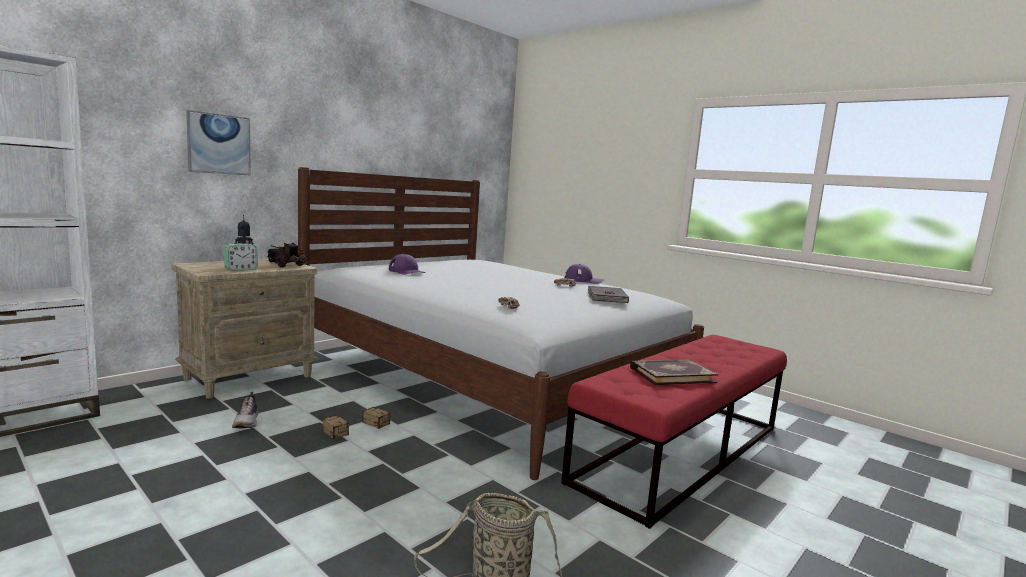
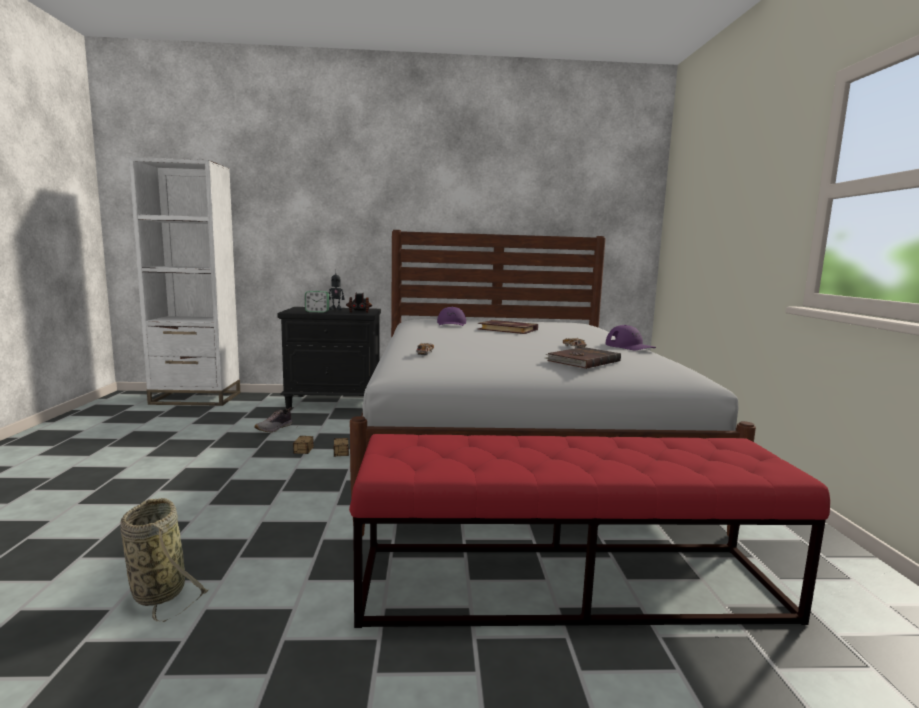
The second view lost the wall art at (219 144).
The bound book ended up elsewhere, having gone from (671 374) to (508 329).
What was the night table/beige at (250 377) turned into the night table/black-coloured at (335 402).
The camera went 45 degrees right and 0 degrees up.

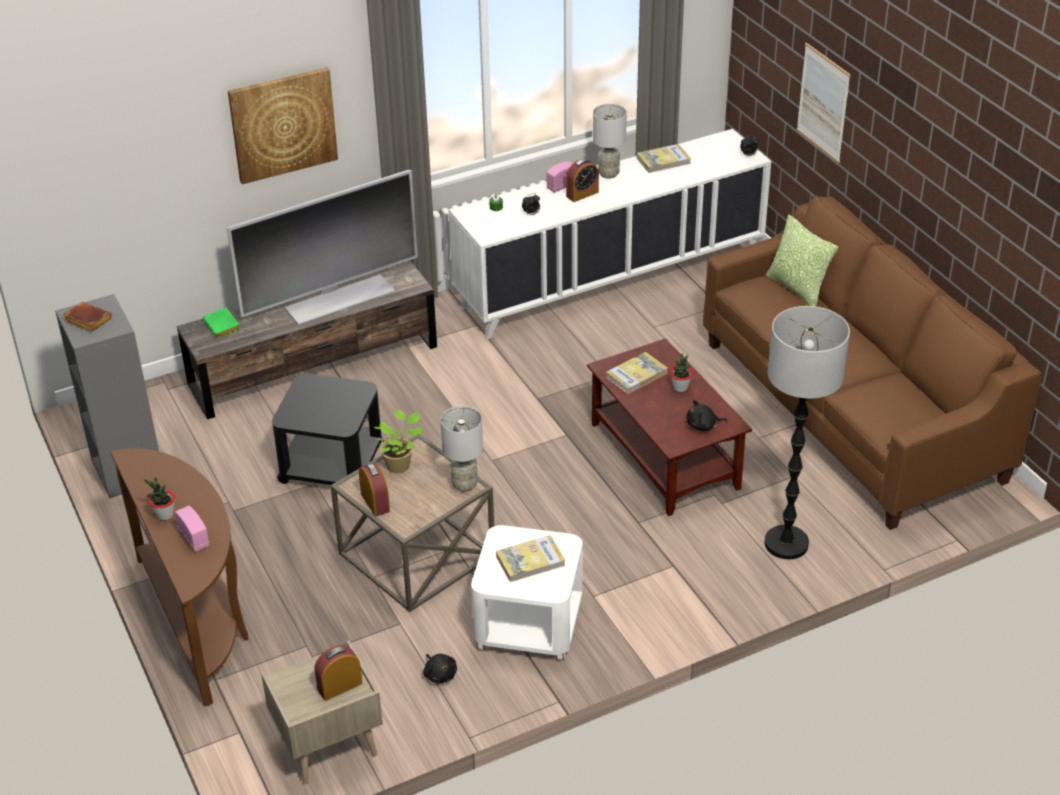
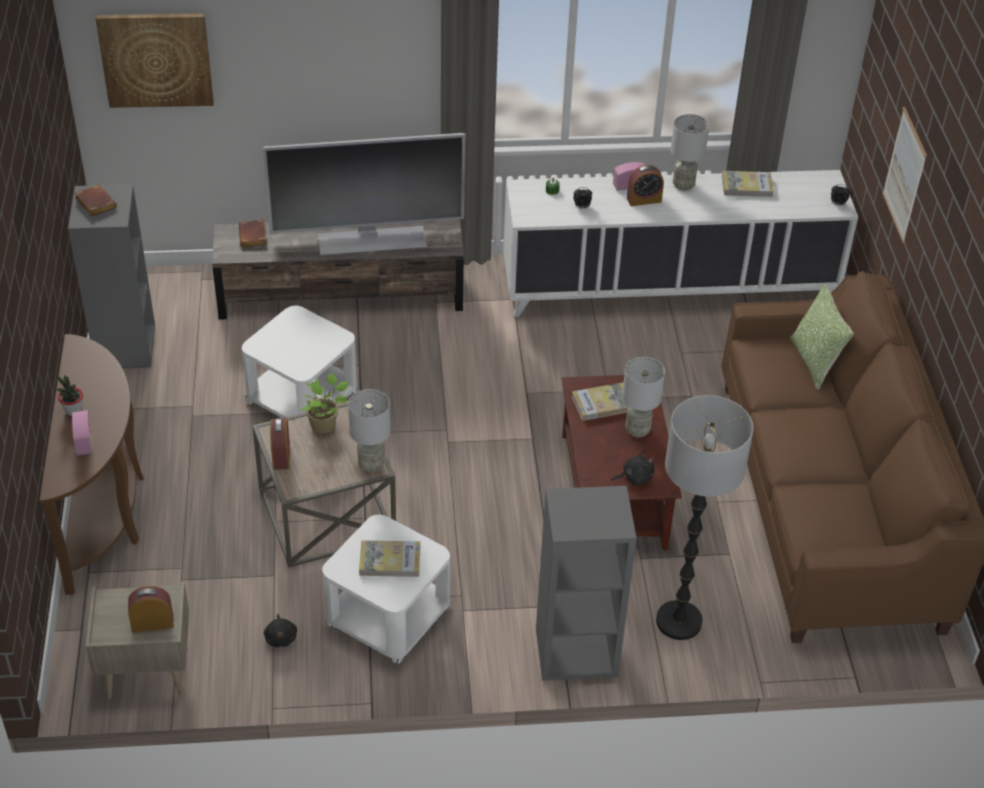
The second view gained the shelving unit/gray at (575 653).
The wall art ended up elsewhere, having gone from (283 124) to (156 59).
Where the plant in a pot stood at (680 388), the lamp for a table/gray came to stand at (637 430).
What was the bound book/green at (223 326) turned into the bound book/brown at (254 236).
What was the side table/black-coloured at (332 463) turned into the side table/white-coloured at (302 398).
The soft toy/black-coloured at (703 426) ended up facing another way, 150 degrees clockwise from before.
The camera went 20 degrees right and 5 degrees up.

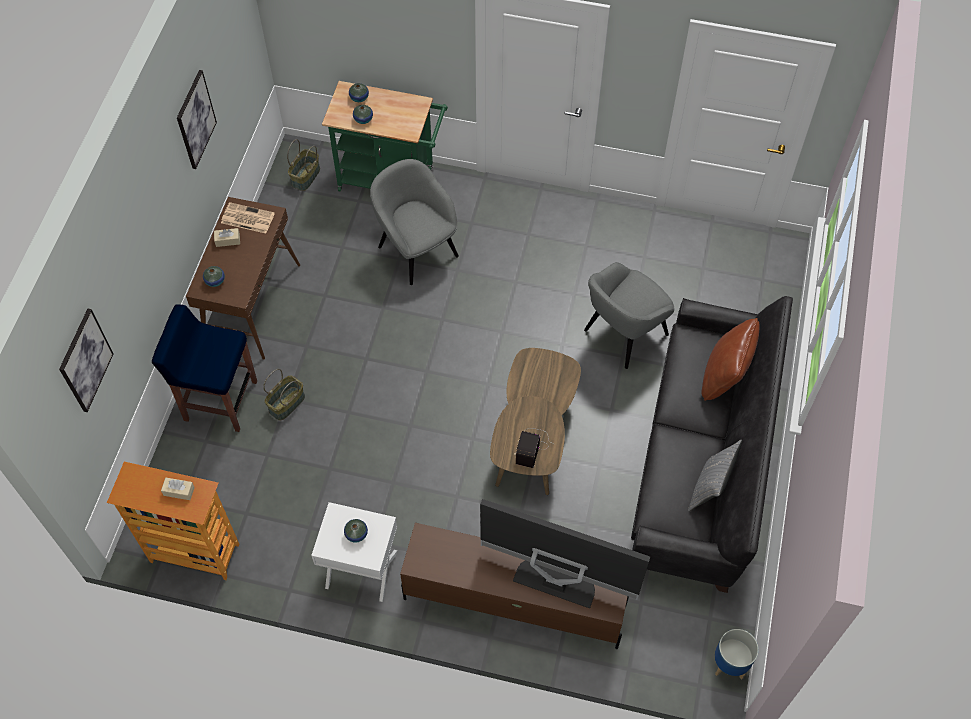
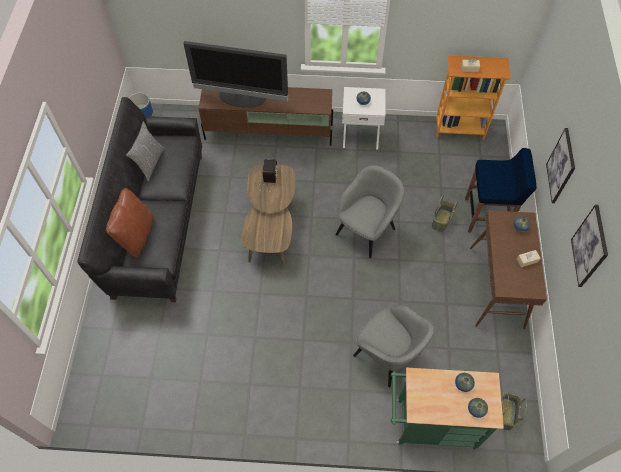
The second view lost the daily paper at (247 218).
The wall art ended up elsewhere, having gone from (85 360) to (561 166).
The easy chair/gray ended up elsewhere, having gone from (624 333) to (366 230).
The camera went 170 degrees right and 0 degrees up.

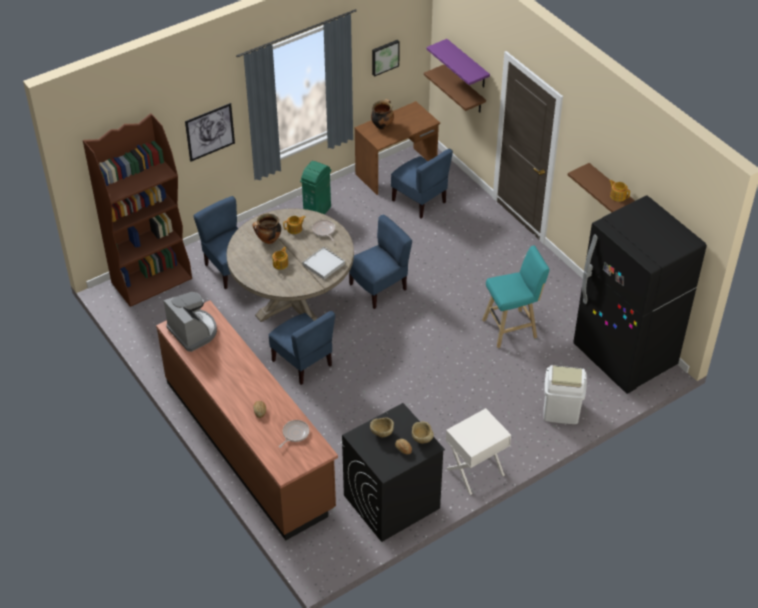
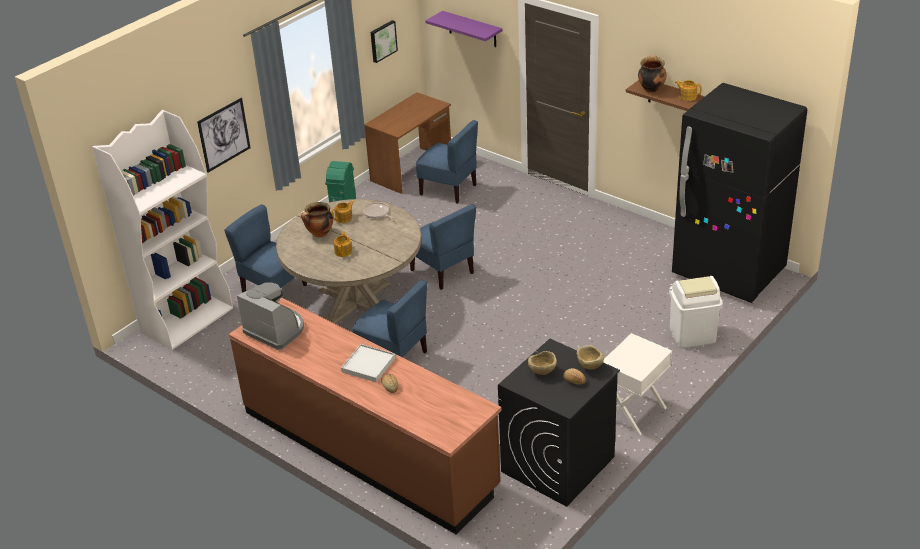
The second view lost the skillet at (294 434).
The second view lost the shelf/brown at (464 90).
The second view lost the stool seat/blue-green at (512 328).
The serving tray/white-coloured ended up elsewhere, having gone from (323 264) to (368 365).
The cooking pot ended up elsewhere, having gone from (382 125) to (651 89).
What was the shelving unit/brown at (152 280) turned into the shelving unit/white-coloured at (187 320).
The chair/bluish at (378 288) ended up facing another way, 105 degrees clockwise from before.
The camera went 15 degrees left and 10 degrees down.

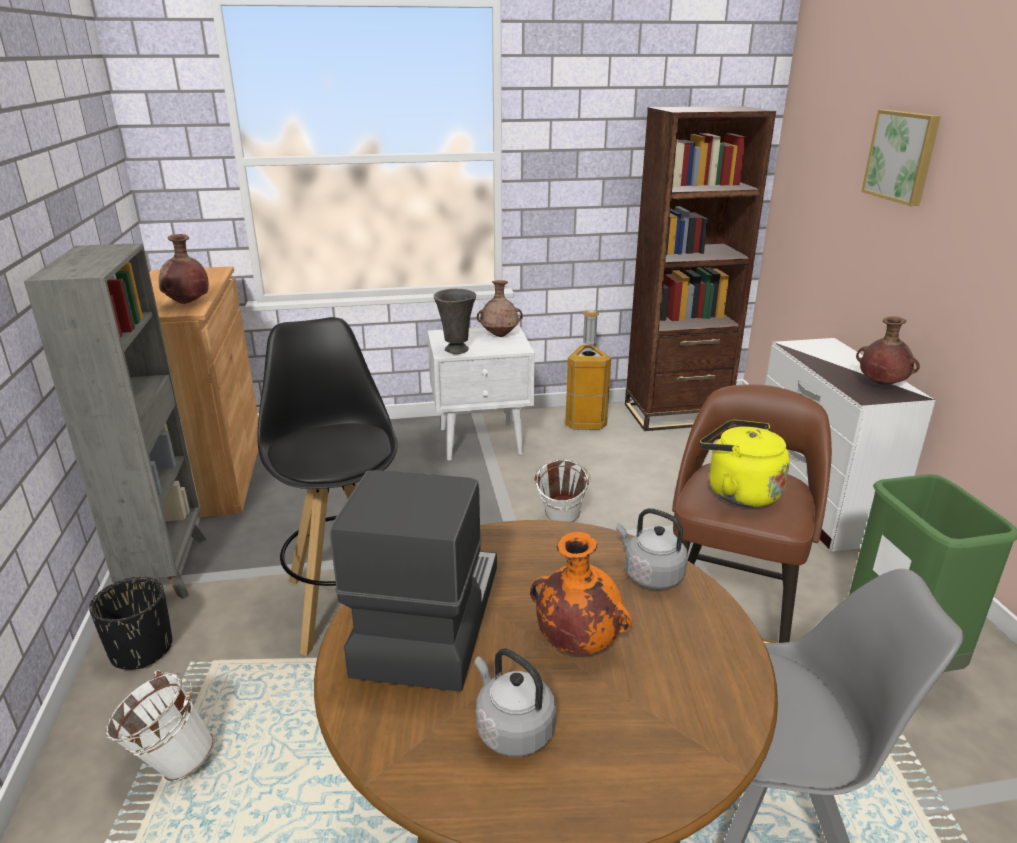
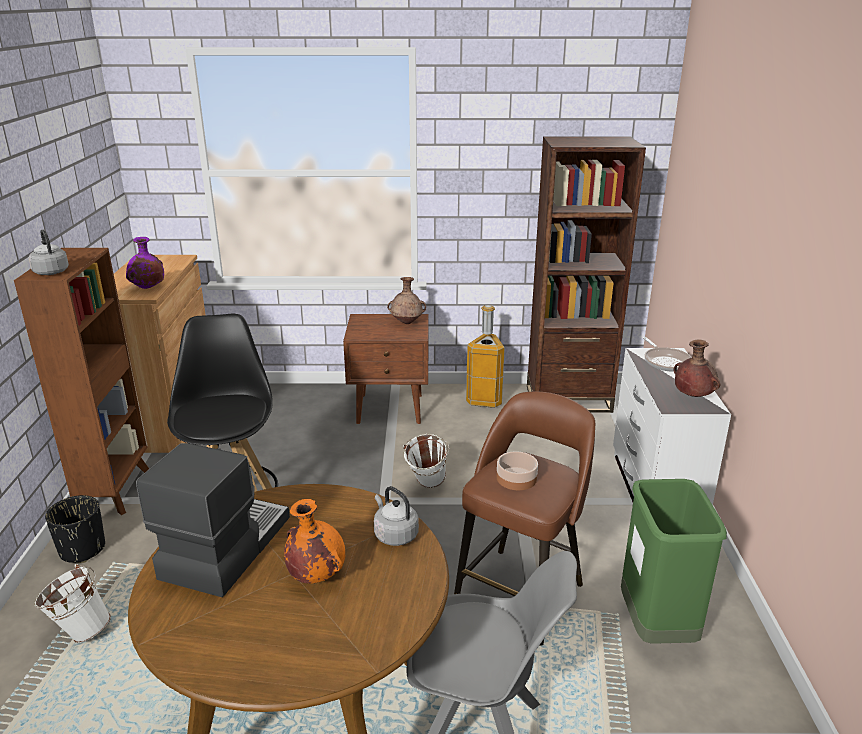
The second view lost the flower vase/gray at (456 350).
The second view lost the wall art at (902 156).
The second view gained the skillet at (665 362).
The kettle/gray ended up elsewhere, having gone from (512 729) to (51 271).
Where the kettle/yellow stood at (738 492), the deep dish came to stand at (516 478).
What was the shelving unit/gray at (167 567) turned into the shelving unit/brown at (116 490).
What was the flower vase/brown at (187 303) turned into the flower vase/purple-coloured at (147 288).
What was the night table/white-coloured at (482 441) turned into the night table/brown at (391 409).
The camera went 10 degrees right and 0 degrees up.

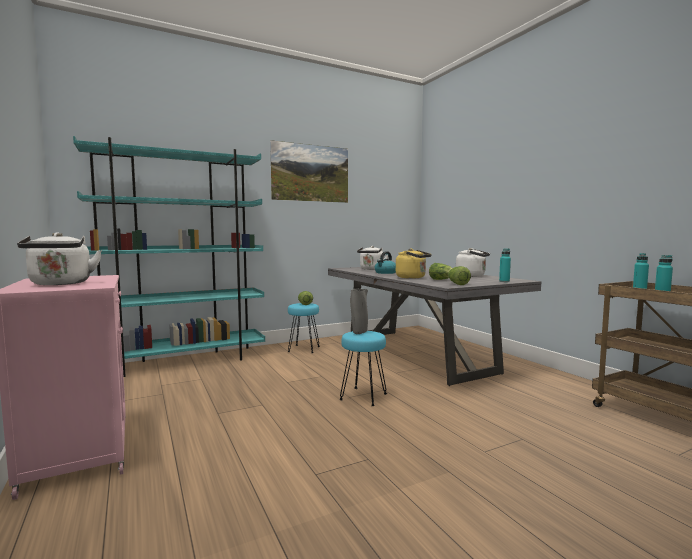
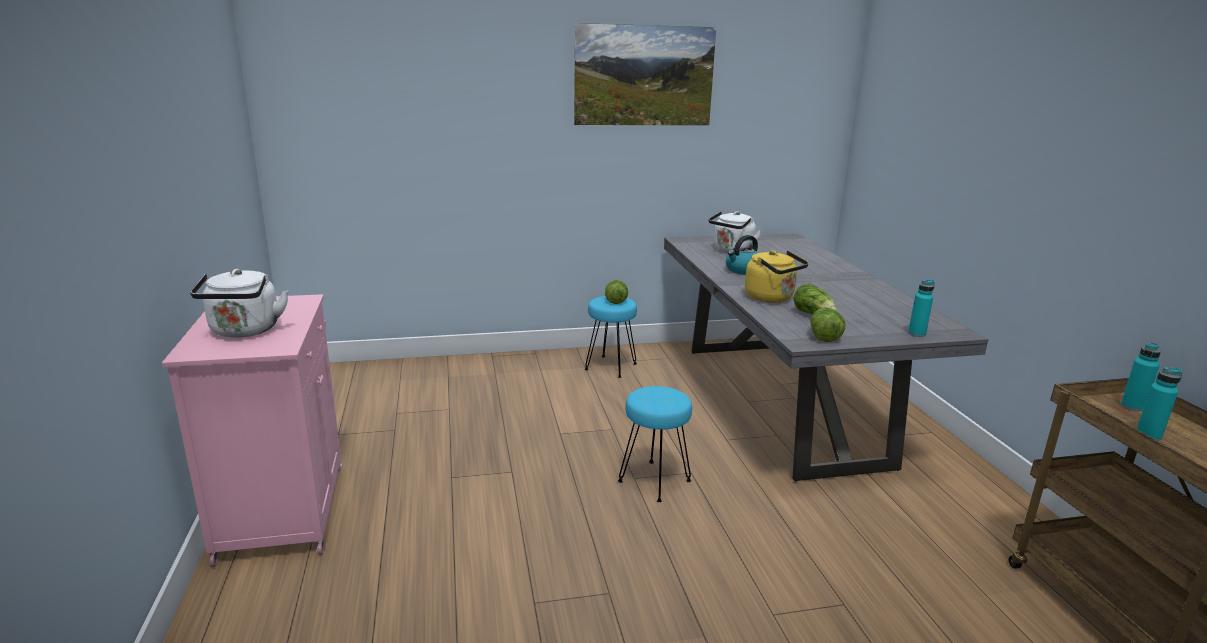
The second view lost the shelving unit/blue-green at (184 361).
The second view lost the flower vase/gray at (359 333).
The second view lost the kettle/white-coloured at (472 276).
The camera went 15 degrees right and 15 degrees up.

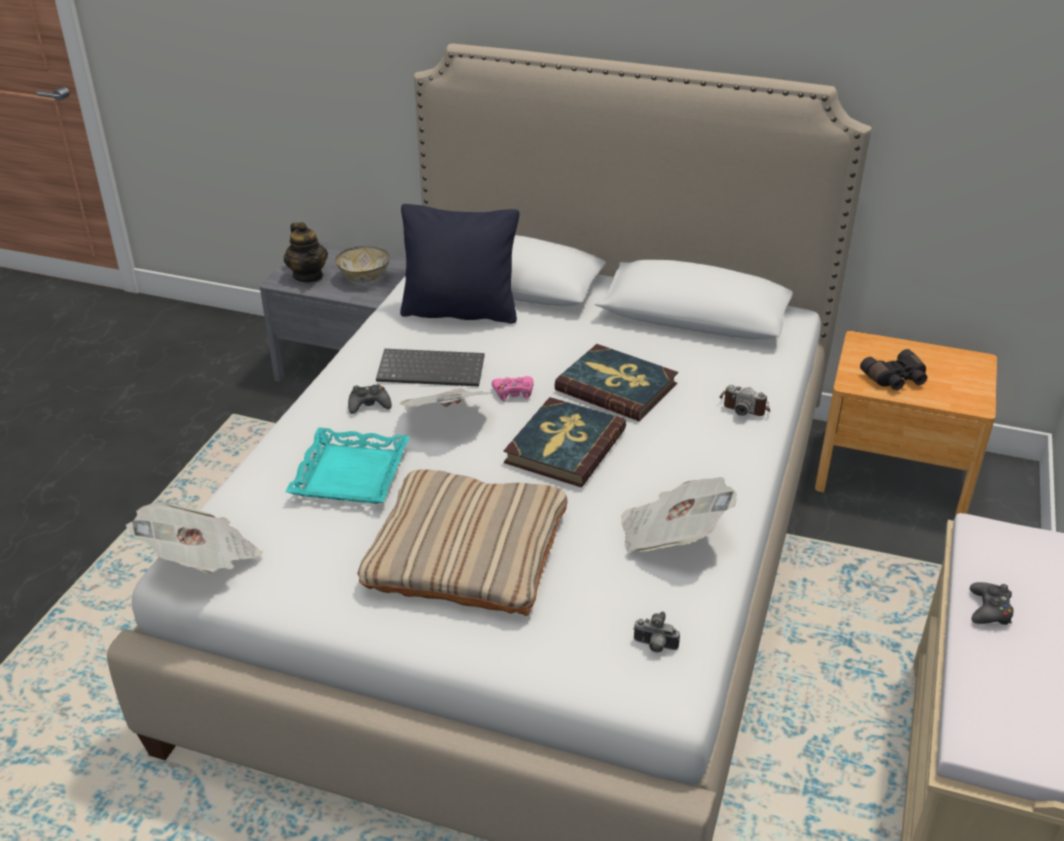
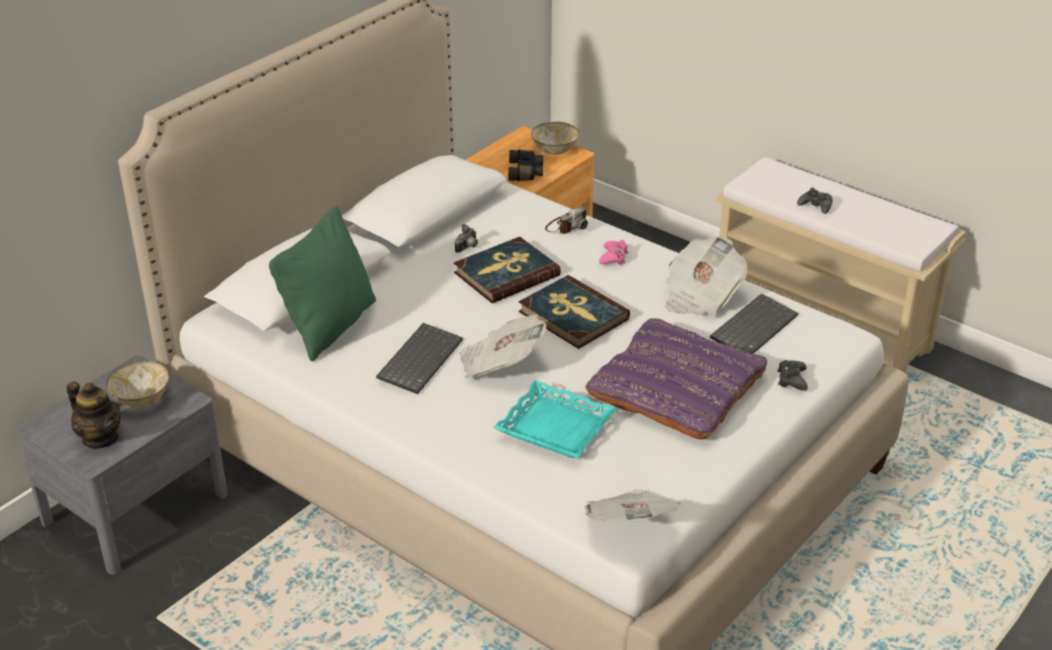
The second view gained the deep dish at (554 150).
The second view gained the computer keyboard at (753 327).
The game controller/black-coloured ended up elsewhere, having gone from (369 405) to (792 379).
The game controller/pink-coloured ended up elsewhere, having gone from (513 392) to (613 257).
The photo camera ended up elsewhere, having gone from (654 646) to (467 248).
What was the cushion/beige at (467 551) turned into the cushion/purple-coloured at (676 388).
What was the cushion/black-coloured at (460 312) turned into the cushion/green at (330 326).
The tea pot at (308 276) ended up facing another way, 45 degrees clockwise from before.
The camera went 70 degrees left and 0 degrees up.

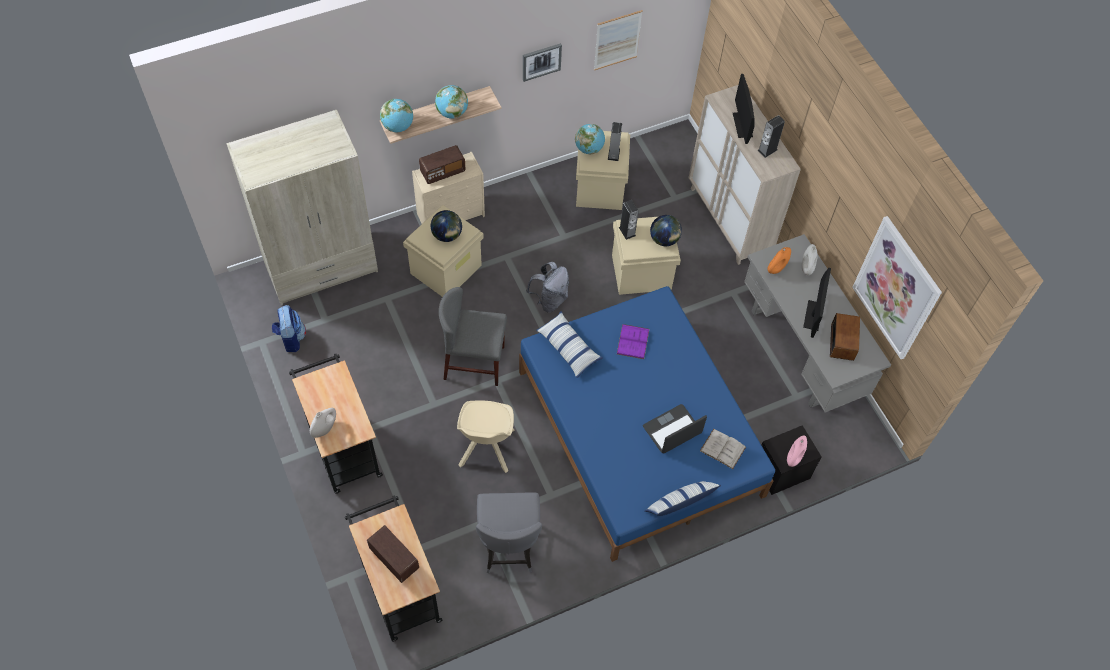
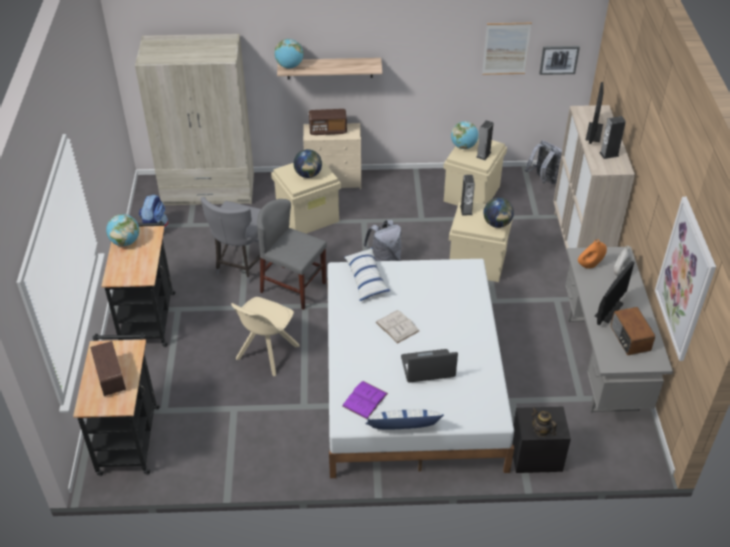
The second view lost the flower vase/white-coloured at (324 428).
The second view gained the rucksack/gray at (543 180).
The desk globe ended up elsewhere, having gone from (452 113) to (125 242).
The chair/gray ended up elsewhere, having gone from (508 548) to (241 264).
The wall art ended up elsewhere, having gone from (541 61) to (559 59).
The bound book/purple-coloured ended up elsewhere, having gone from (633 341) to (365 399).
The bound book/white-coloured ended up elsewhere, having gone from (722 449) to (397 326).
Where the flower vase/pink-coloured stood at (794 457), the tea pot came to stand at (541 430).
What was the sleeping bed/bluish at (639 433) turned into the sleeping bed/white-coloured at (411 382).
The radio set at (842 342) ended up facing another way, 135 degrees clockwise from before.
The camera went 25 degrees right and 15 degrees down.

